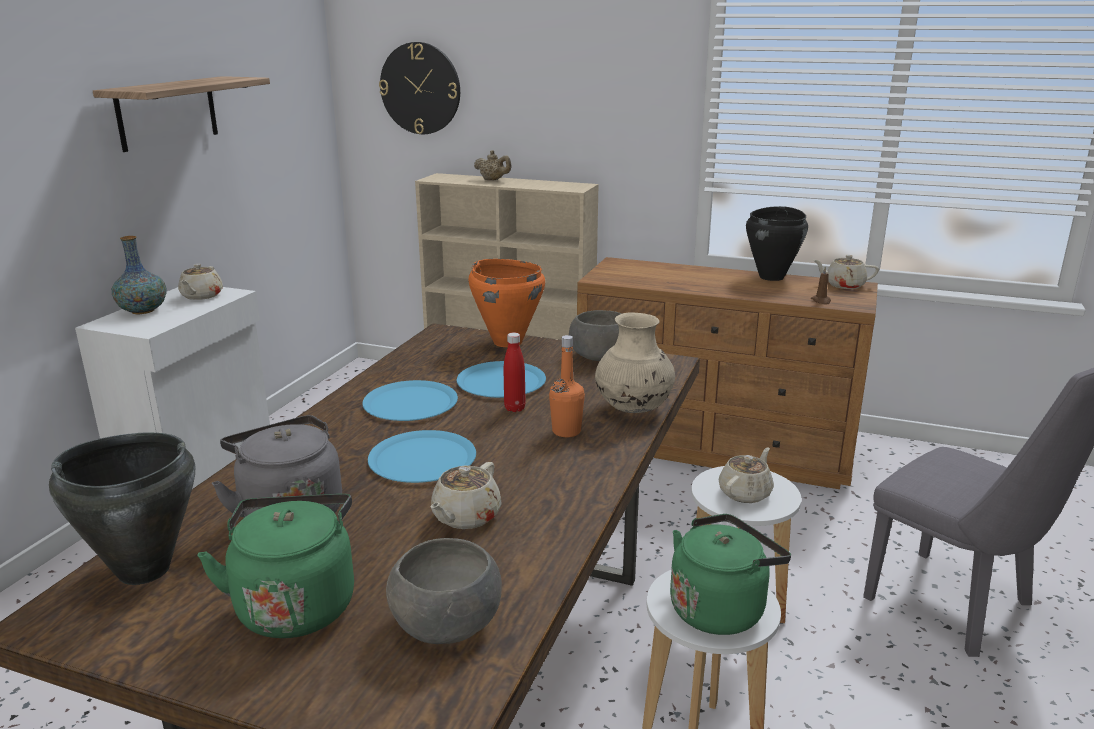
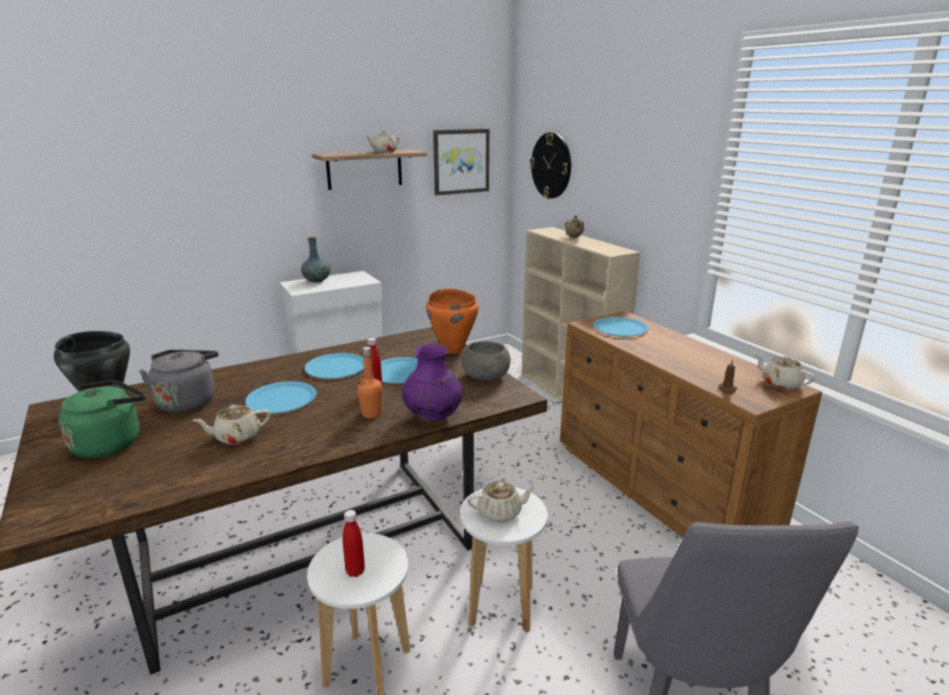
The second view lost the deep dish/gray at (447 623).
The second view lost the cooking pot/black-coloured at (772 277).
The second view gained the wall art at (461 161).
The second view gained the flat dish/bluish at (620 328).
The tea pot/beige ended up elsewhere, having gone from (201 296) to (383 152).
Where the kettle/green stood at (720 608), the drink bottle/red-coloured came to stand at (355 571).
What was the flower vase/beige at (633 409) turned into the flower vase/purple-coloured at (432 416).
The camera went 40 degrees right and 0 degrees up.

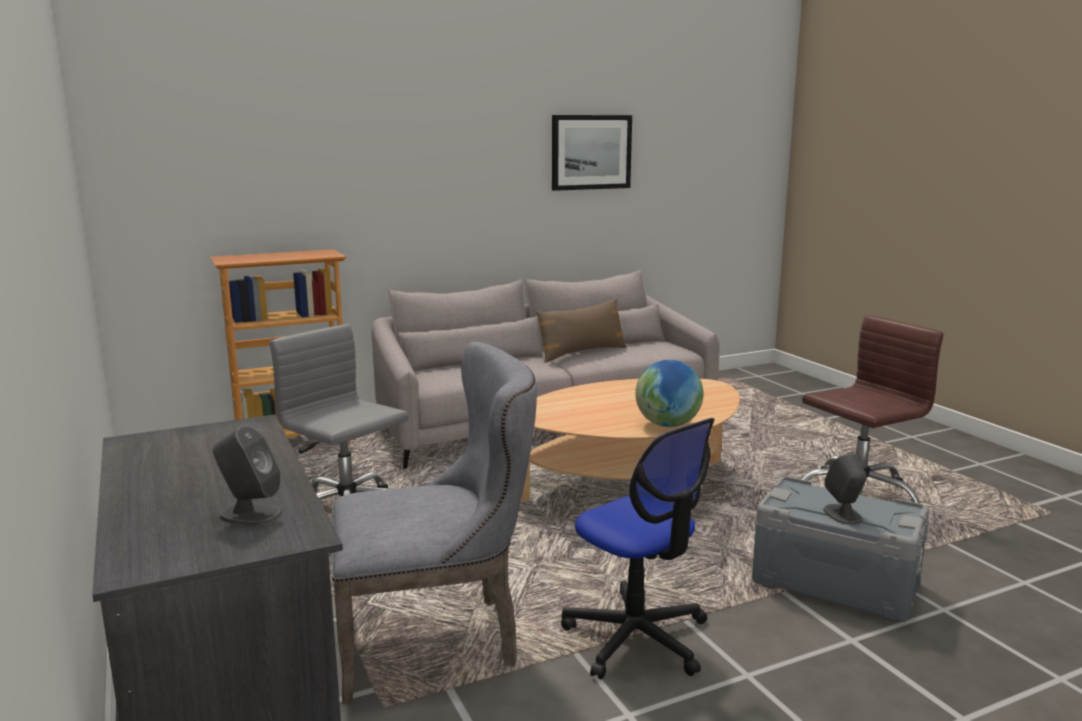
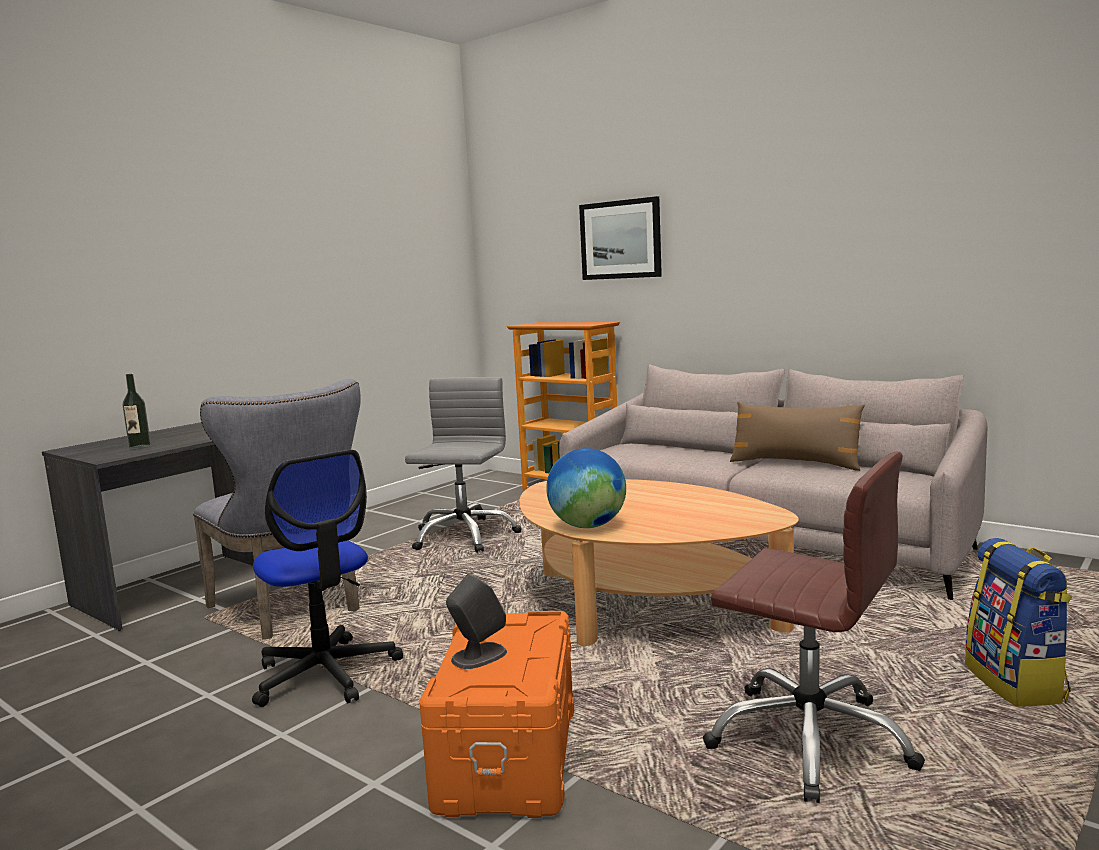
The second view gained the rucksack at (1016 684).
The wall art ended up elsewhere, having gone from (591 152) to (620 239).
Where the audio speaker/gray stood at (250 514), the drink bottle came to stand at (140 447).
What was the storage box/gray at (835 582) turned into the storage box/orange-coloured at (510 756).
The office chair at (637 638) ended up facing another way, 60 degrees counterclockwise from before.
The camera went 65 degrees right and 5 degrees down.

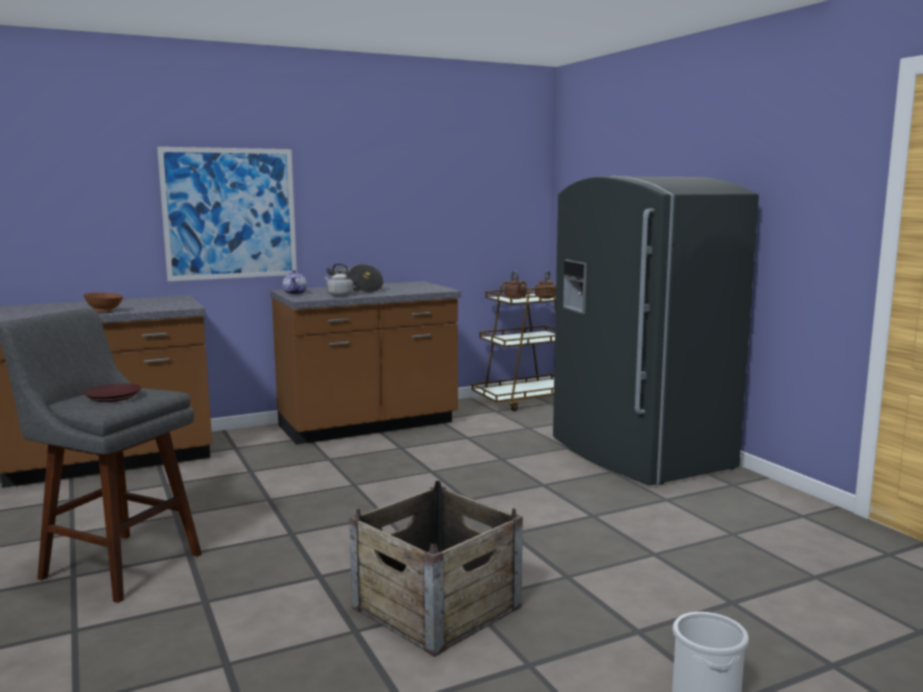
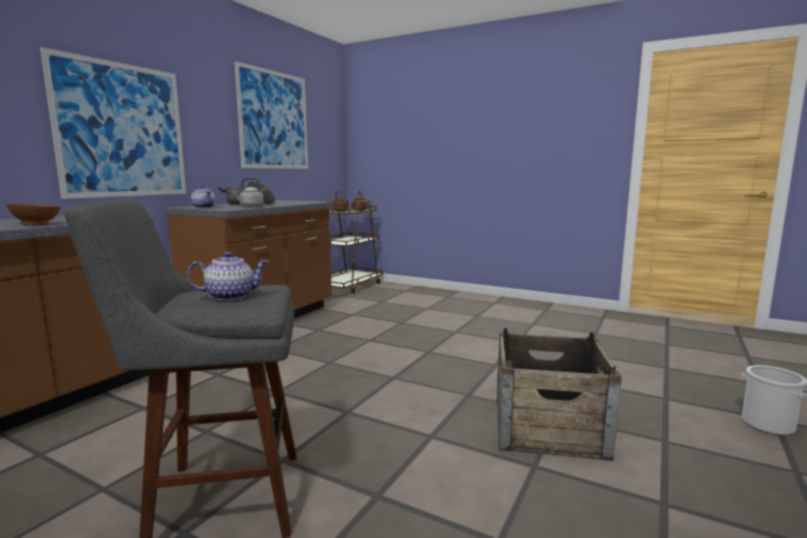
The second view lost the fridge/gray at (637 454).
The second view gained the wall art at (274 120).
Where the flat dish/brown stood at (113 397), the tea pot came to stand at (231 296).
The camera went 35 degrees left and 0 degrees up.

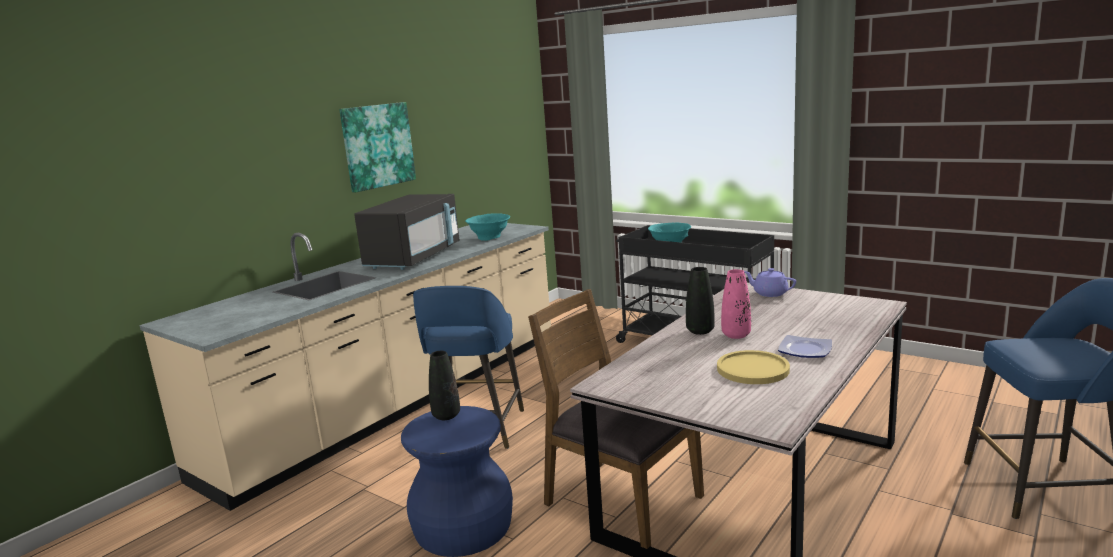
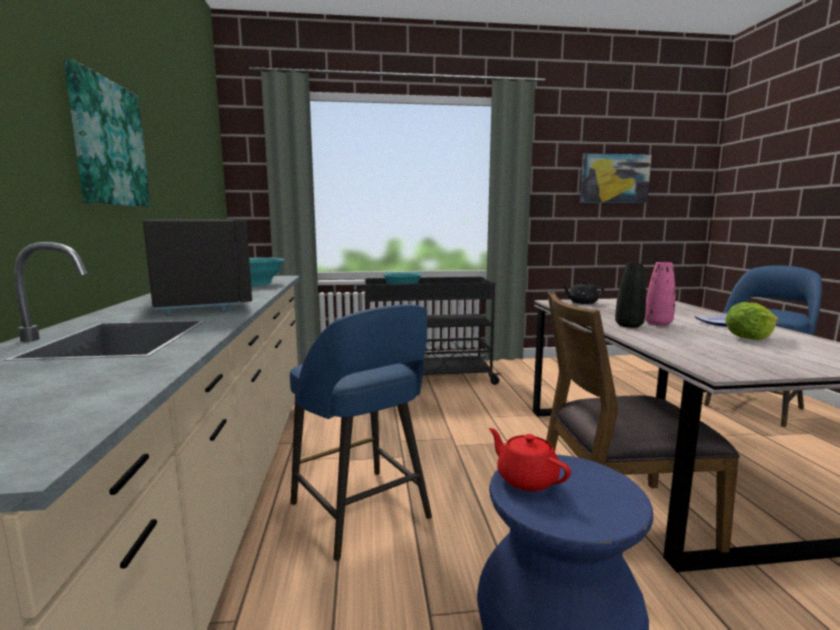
The second view gained the wall art at (614 178).
Where the flower vase/black-coloured stood at (446 416), the tea pot/red-coloured came to stand at (526 479).
Where the flat dish/yellow stood at (752 369), the head of lettuce came to stand at (748 338).
What was the tea pot/purple-coloured at (769 293) turned into the tea pot/black-coloured at (582 302).
The camera went 45 degrees left and 5 degrees down.

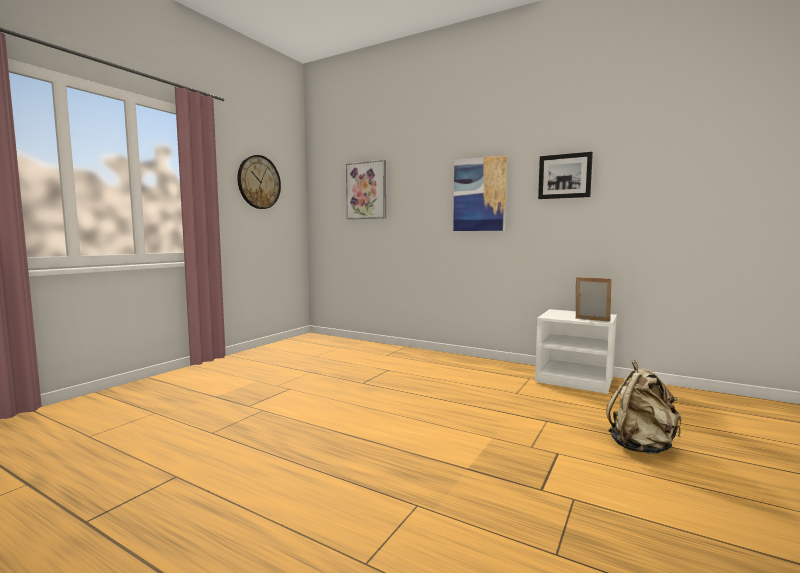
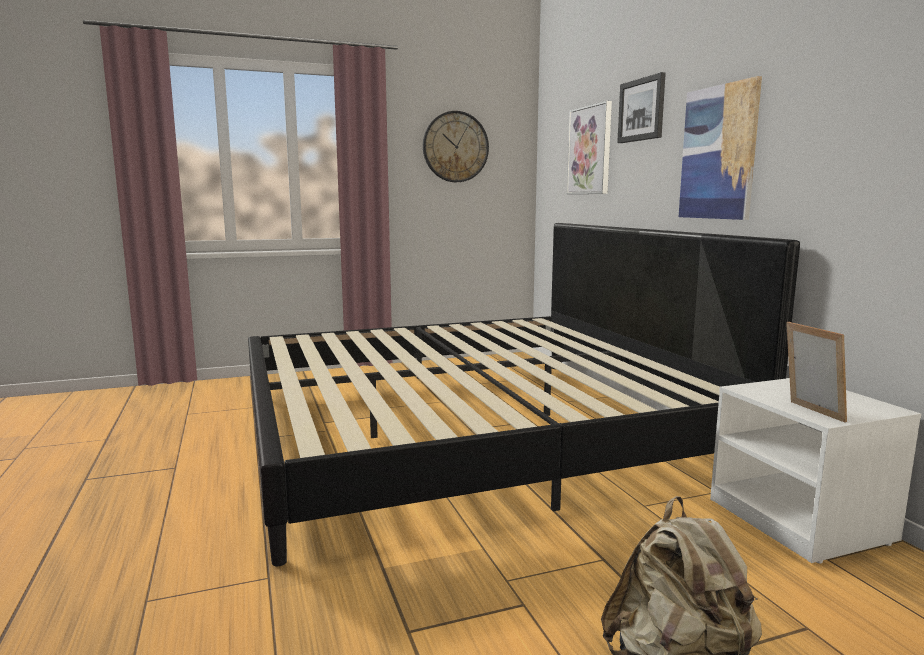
The second view gained the sleeping bed at (469 430).
The wall art ended up elsewhere, having gone from (564 176) to (642 110).
The camera went 40 degrees right and 5 degrees up.

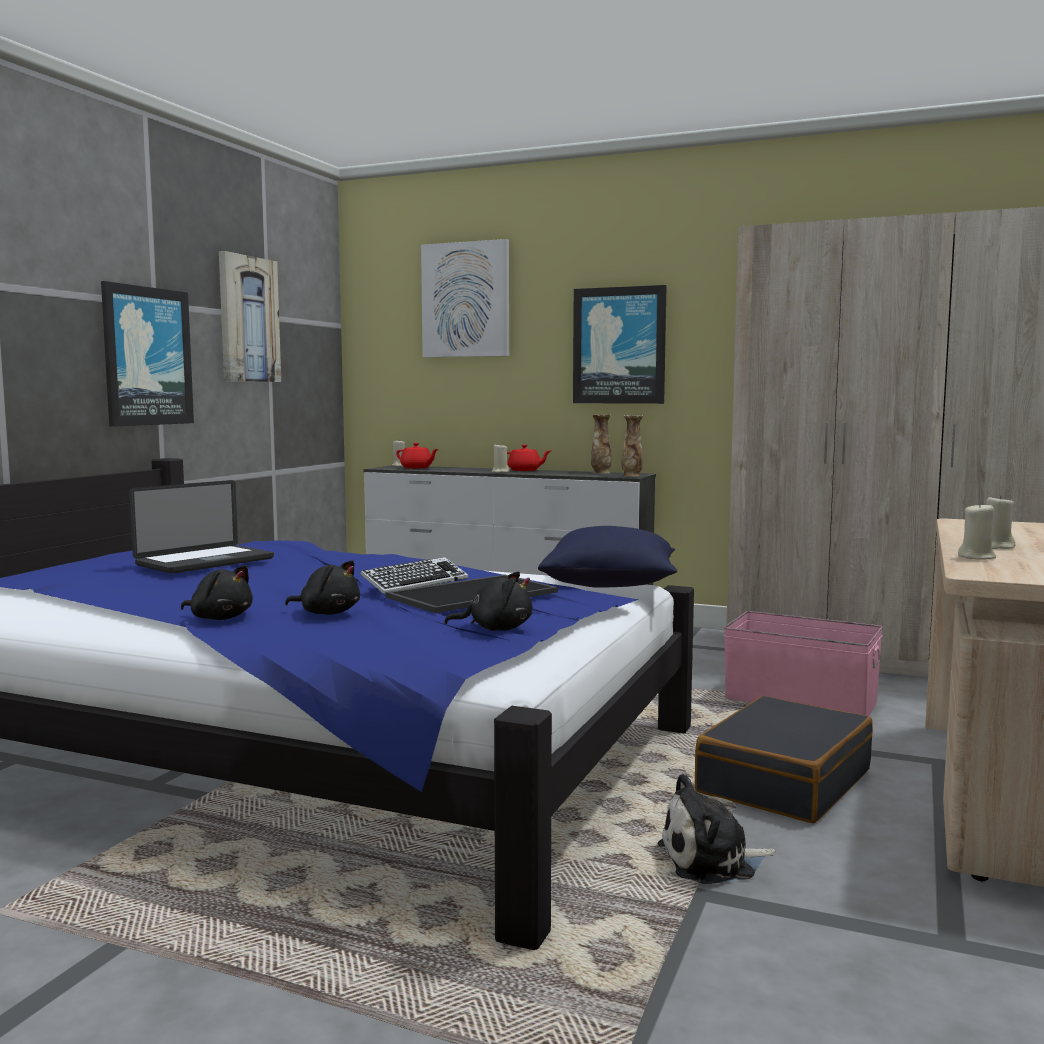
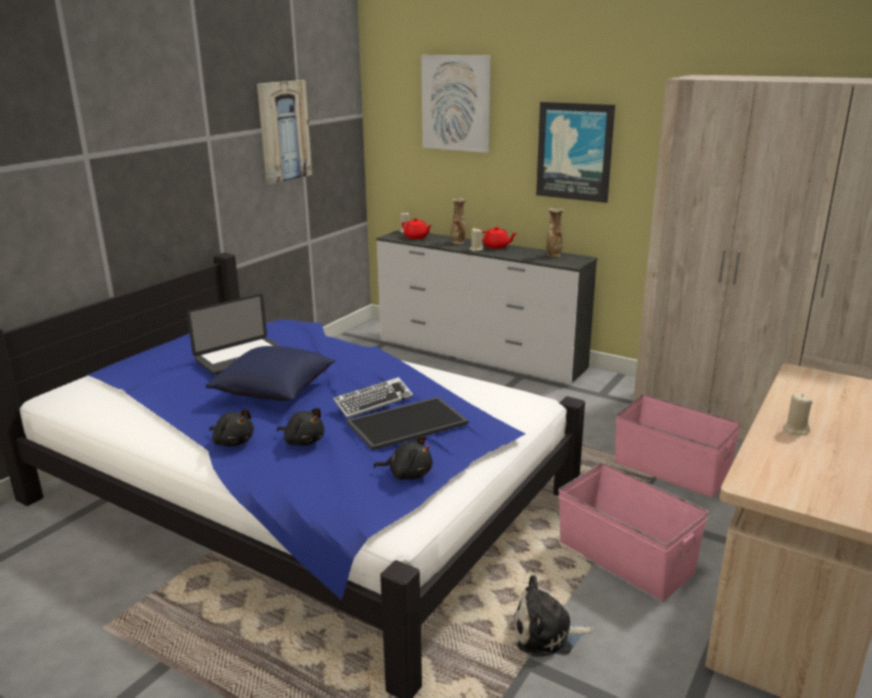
The second view lost the wall art at (147 356).
The second view lost the wax candle/beige at (977 557).
The cushion/bluish ended up elsewhere, having gone from (611 586) to (275 392).
The flower vase ended up elsewhere, having gone from (632 476) to (458 242).
Where the travel case/black-coloured stood at (783 781), the storage box/pink-coloured came to stand at (625 558).
The camera went 10 degrees right and 15 degrees up.

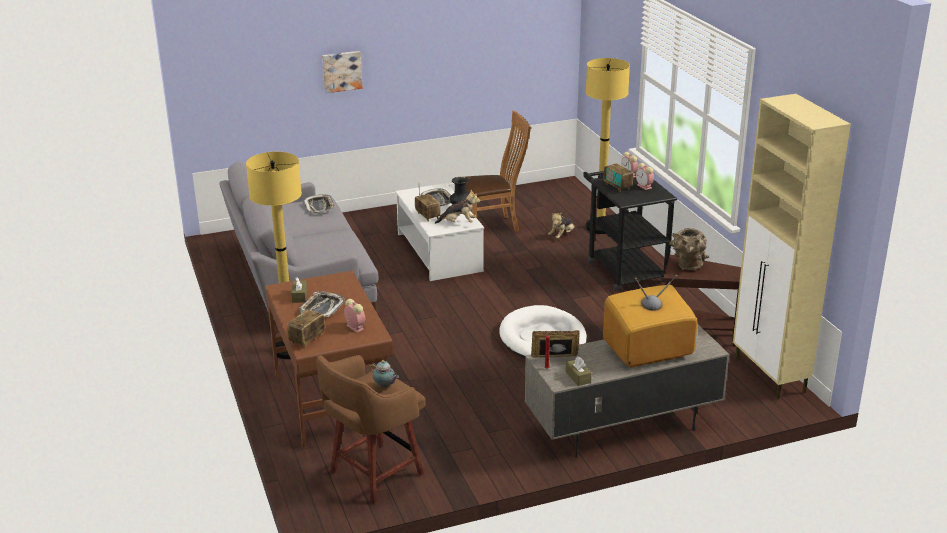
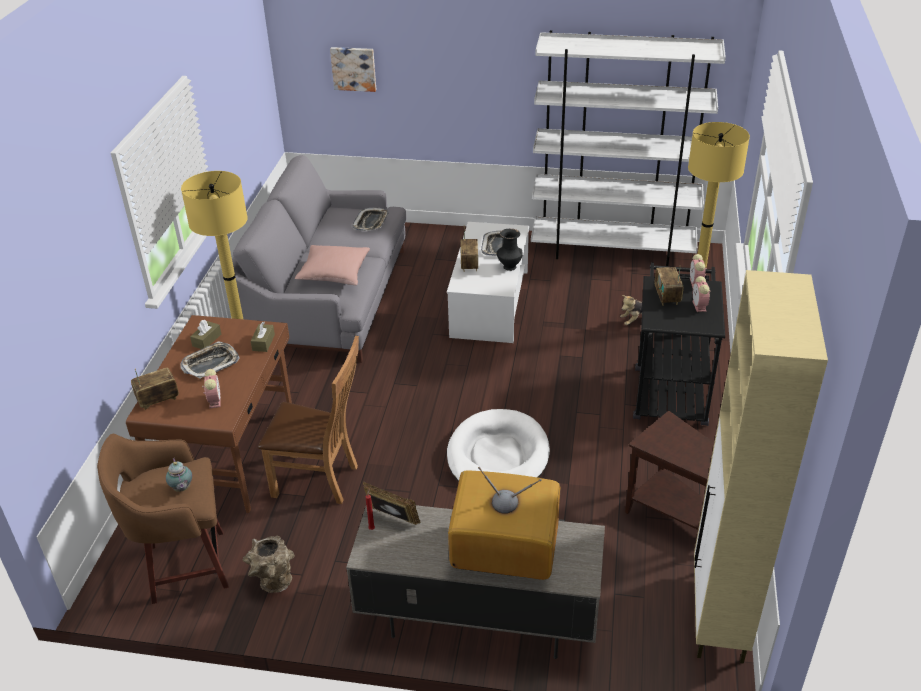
The second view lost the soft toy at (458 223).
The second view gained the cushion/pink-coloured at (334 273).
The second view gained the shelving unit/white-coloured at (613 250).
The wall art ended up elsewhere, having gone from (341 71) to (354 68).
The chair/brown ended up elsewhere, having gone from (493 226) to (321 480).
The tissue holder/brown ended up elsewhere, having gone from (578 377) to (263 342).
The flower vase/brown ended up elsewhere, having gone from (687 266) to (272 582).
The camera went 30 degrees right and 10 degrees up.

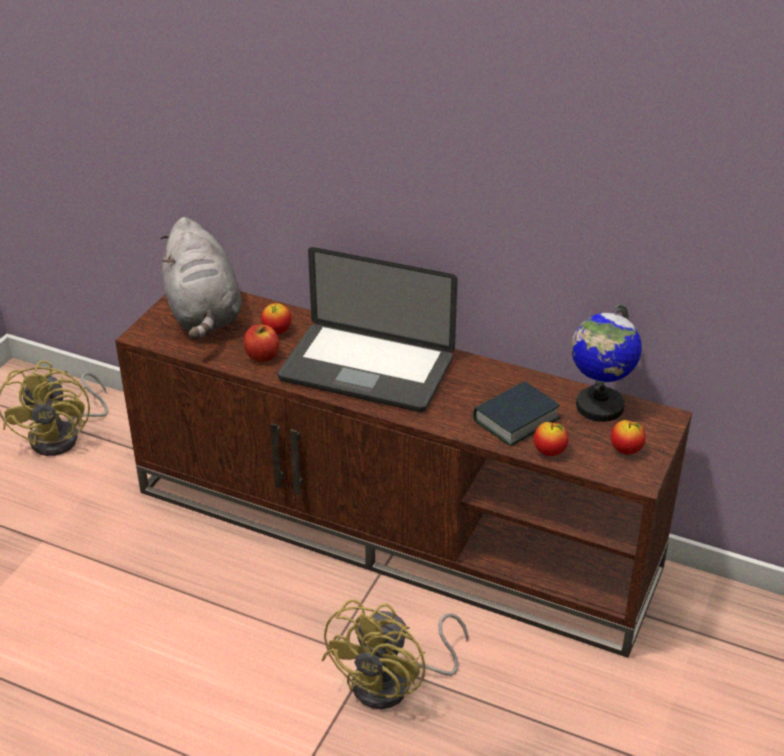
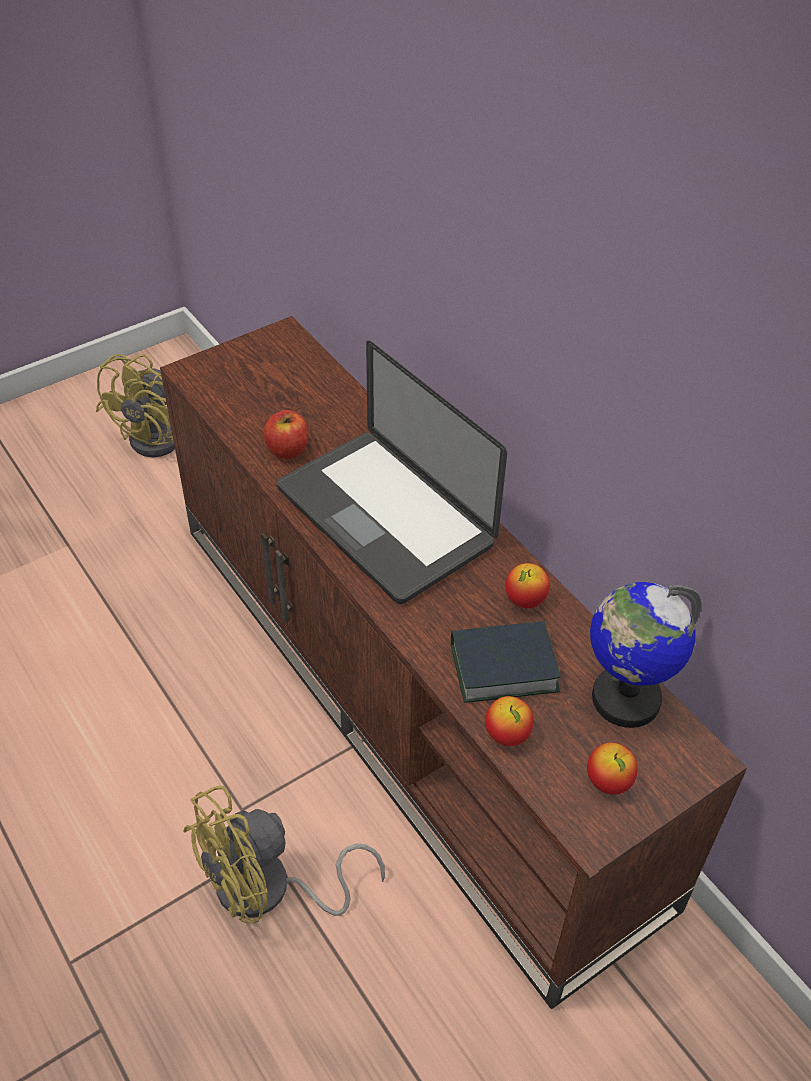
The second view lost the soft toy/gray at (203 314).
The apple fruit ended up elsewhere, having gone from (277 331) to (525 600).
The camera went 30 degrees right and 10 degrees up.

